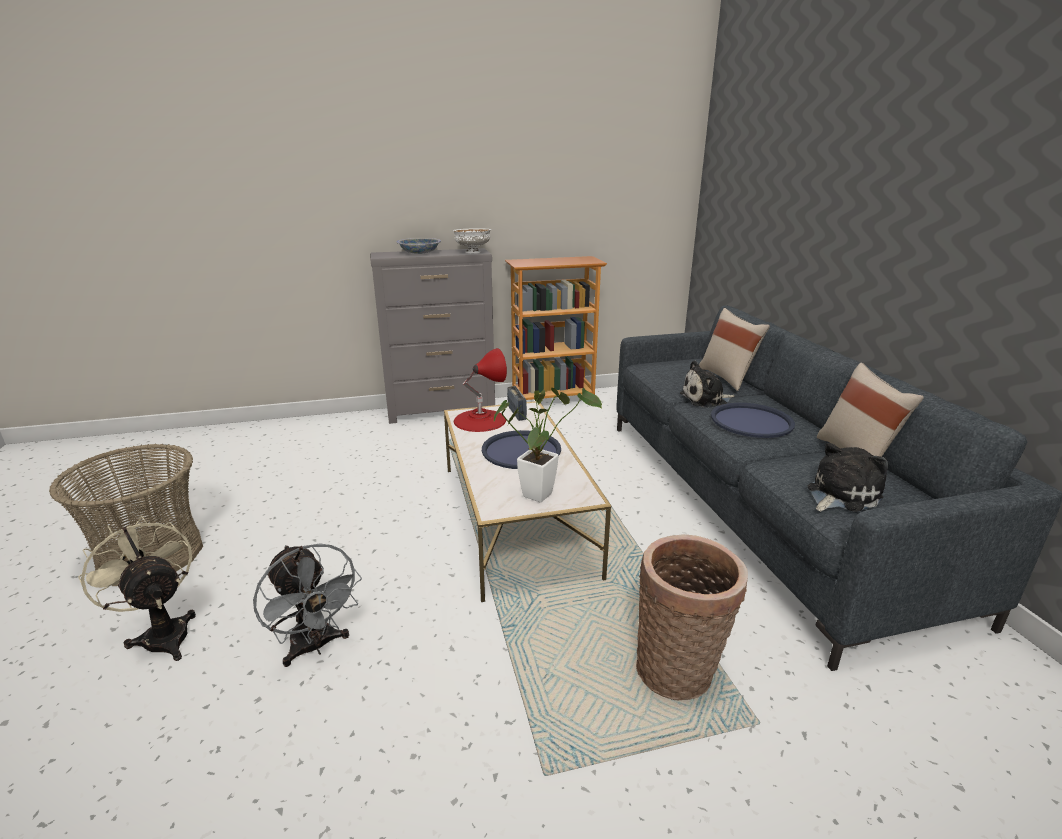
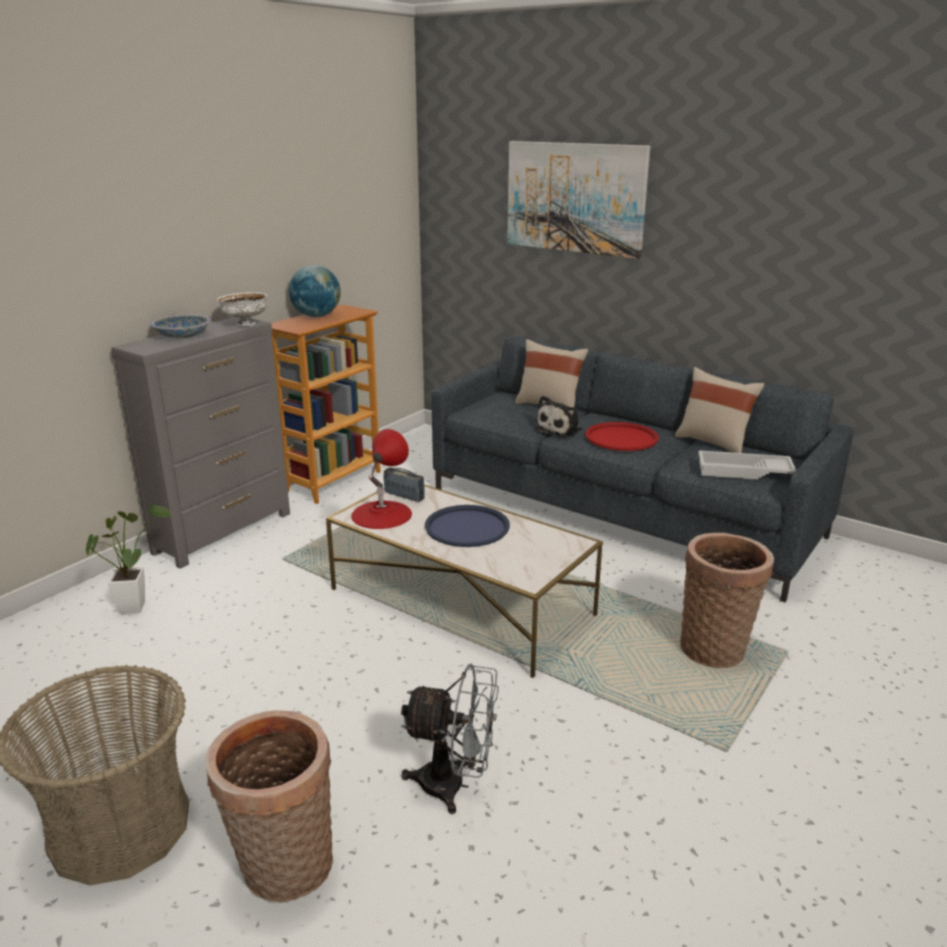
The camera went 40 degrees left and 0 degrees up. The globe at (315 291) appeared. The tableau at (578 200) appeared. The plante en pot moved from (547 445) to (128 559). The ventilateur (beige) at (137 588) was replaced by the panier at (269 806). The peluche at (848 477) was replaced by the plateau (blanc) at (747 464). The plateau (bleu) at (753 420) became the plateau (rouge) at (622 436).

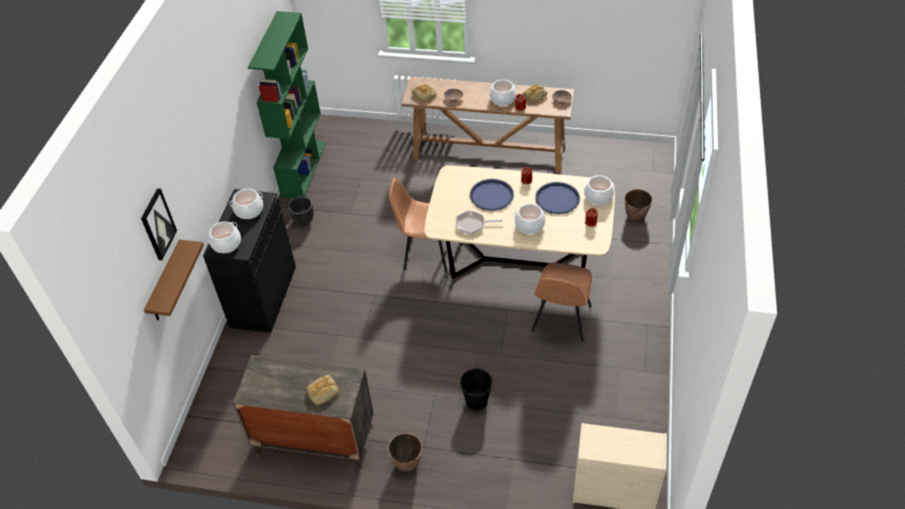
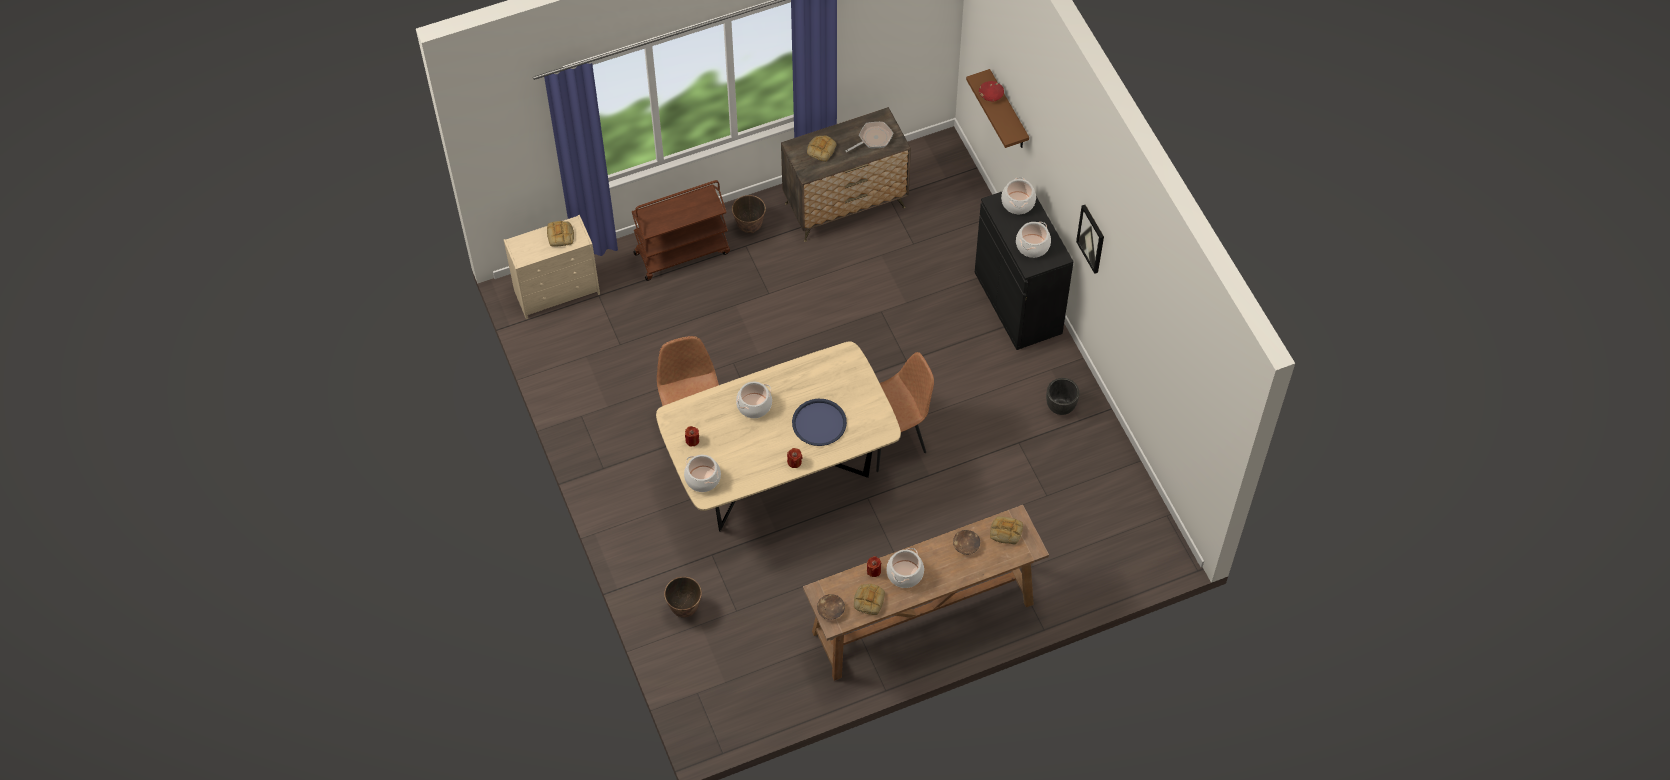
The camera went 145 degrees right and 10 degrees up. The bibliothèque (vert) at (287 104) disappeared. The seau (noir) at (476 389) disappeared. The plateau (bleu) at (557 198) disappeared. The pain at (560 234) appeared. The chariot (marron) at (681 230) appeared. The bol (rouge) at (991 91) appeared. The tableau moved from (159 224) to (1090 239). The poêle moved from (479 222) to (869 137).

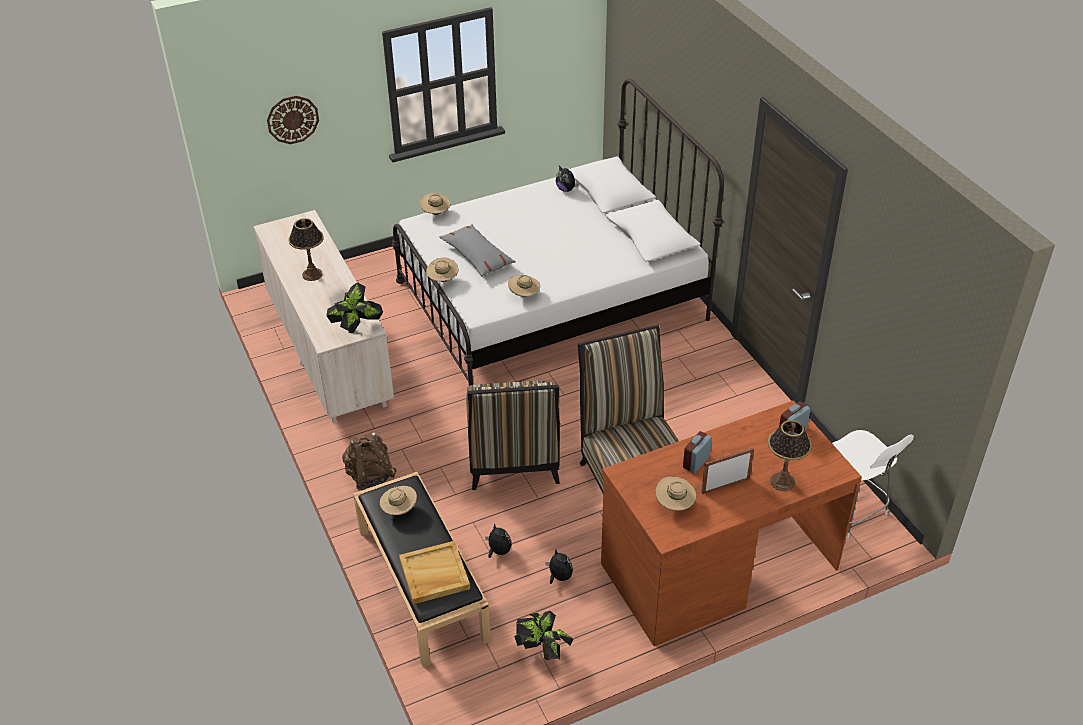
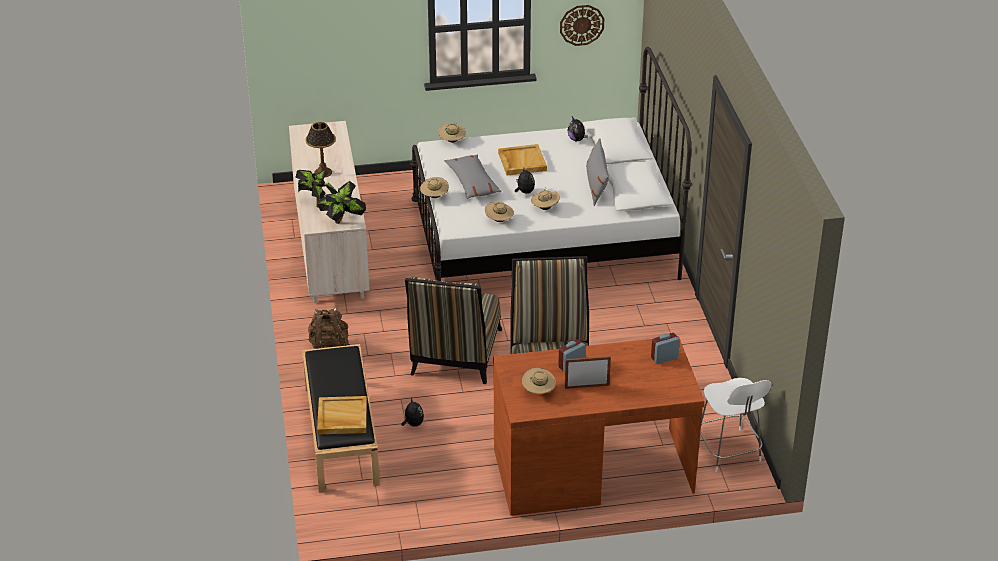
The camera went 15 degrees right and 5 degrees down. The lampe de table at (790 455) disappeared. The plateau (beige) at (522 160) appeared. The coussin (gris) at (597 172) appeared. The horloge murale moved from (293 120) to (582 25). The chapeau (beige) moved from (398 500) to (545 199). The plante en pot moved from (544 635) to (316 188). The peluche moved from (559 567) to (525 180).

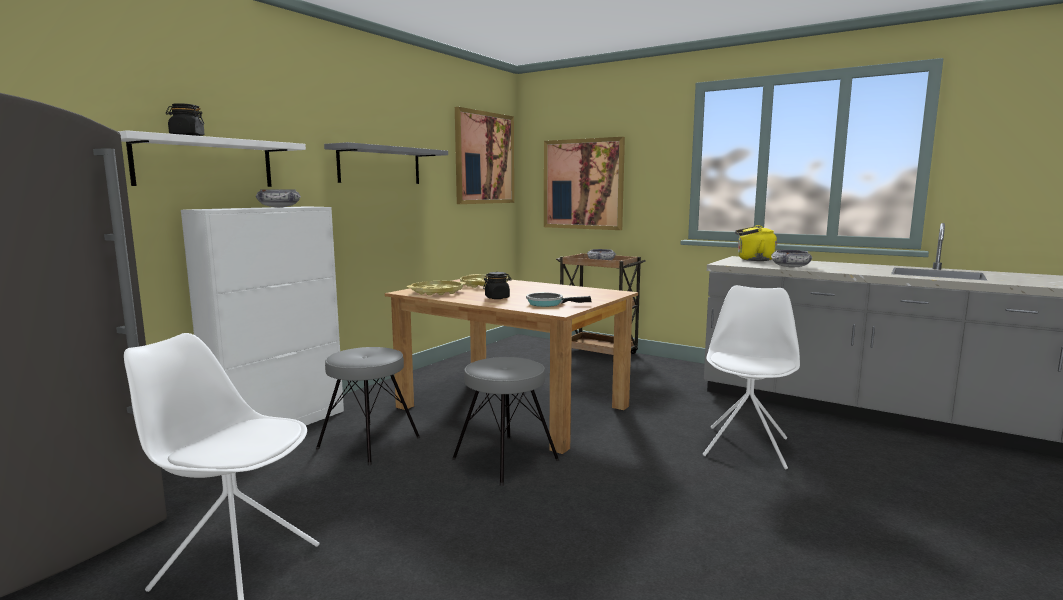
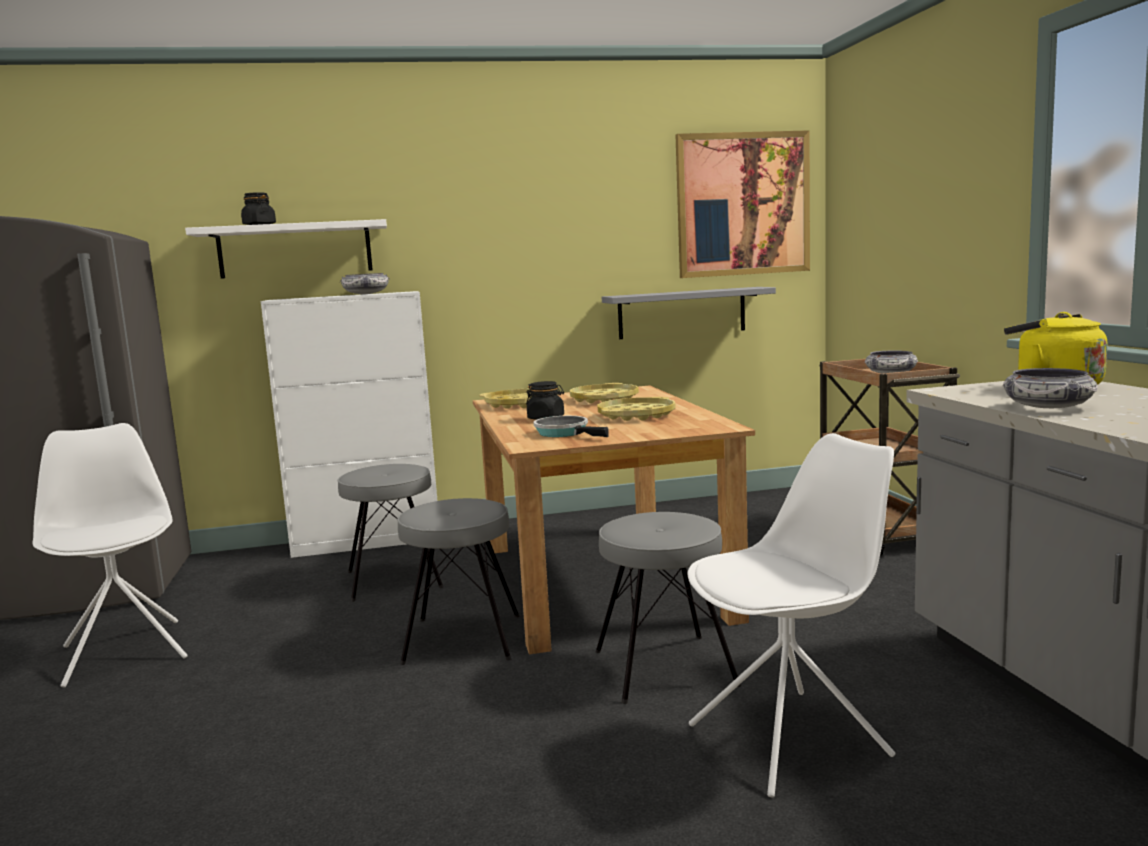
The camera went 45 degrees right and 0 degrees up. The tableau at (584 183) disappeared. The tabouret (gris) at (668 608) appeared. The plateau (jaune) at (636 409) appeared. The étagère (gris) moved from (386 163) to (689 313).

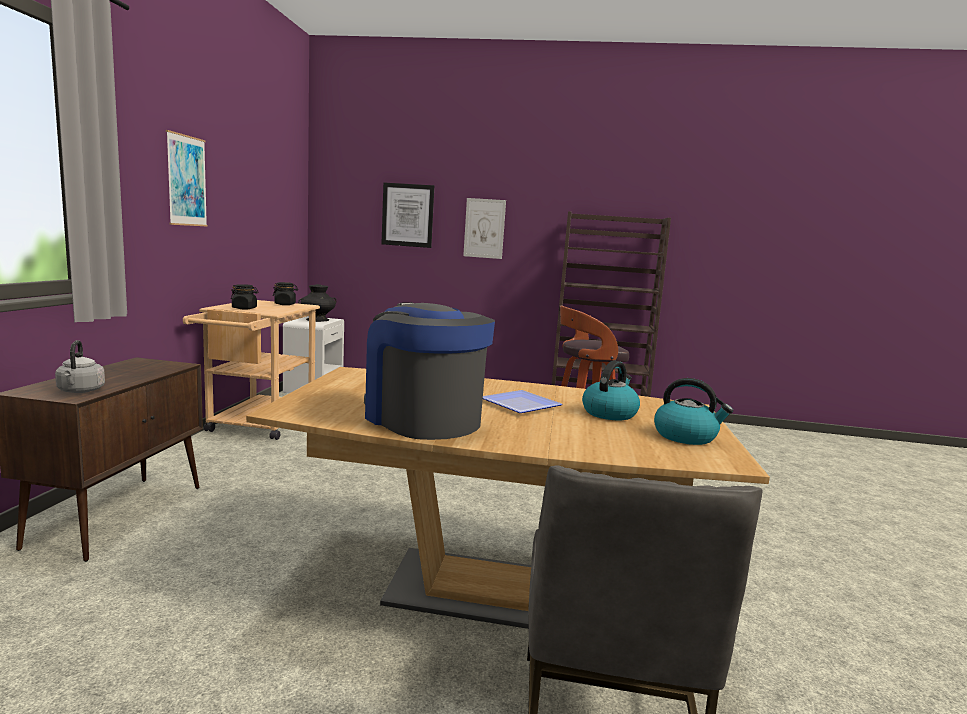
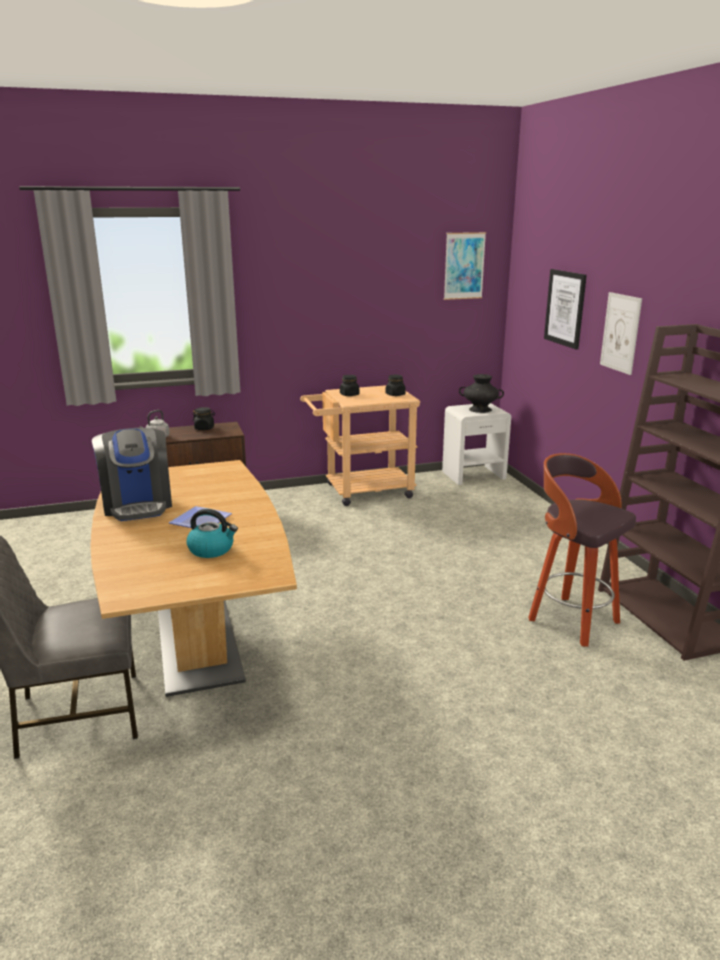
The camera went 65 degrees right and 10 degrees up. The bouilloire at (693 411) disappeared. The bocal (noir) at (204 418) appeared. The tableau moved from (187 178) to (465 266). The machine à café at (429 371) turned 135 degrees clockwise.

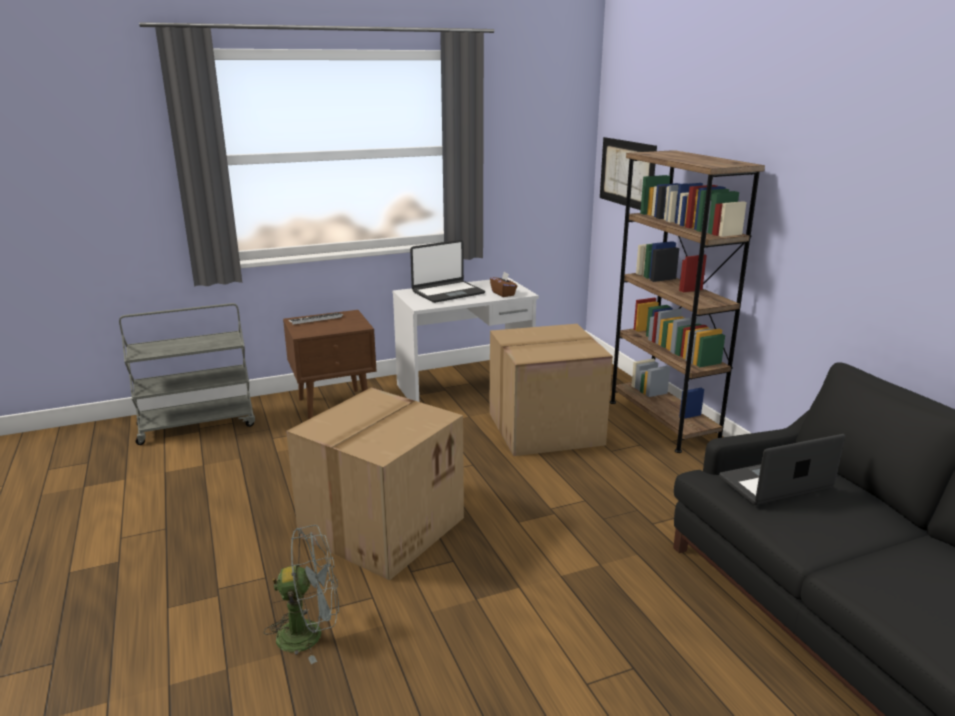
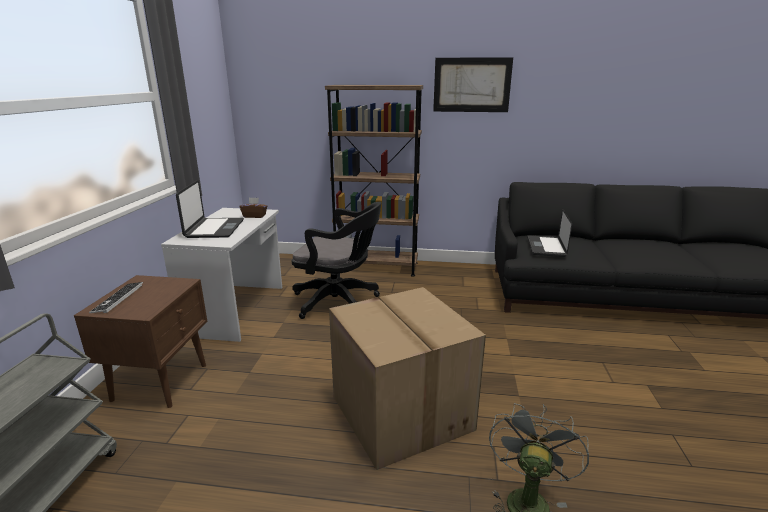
The camera went 60 degrees left and 0 degrees up. The tableau moved from (628 173) to (473 84). The carton at (551 390) was replaced by the chaise de bureau (noir) at (336 260).

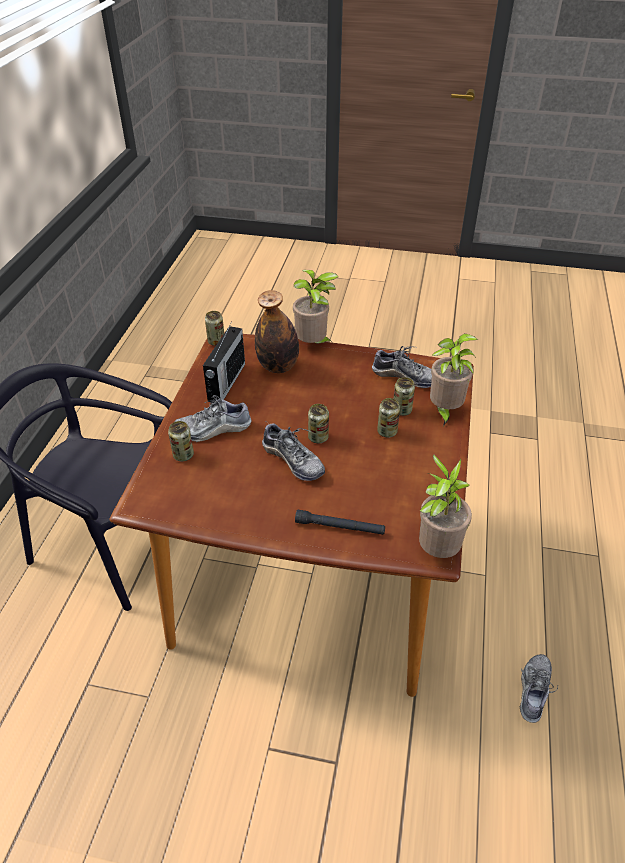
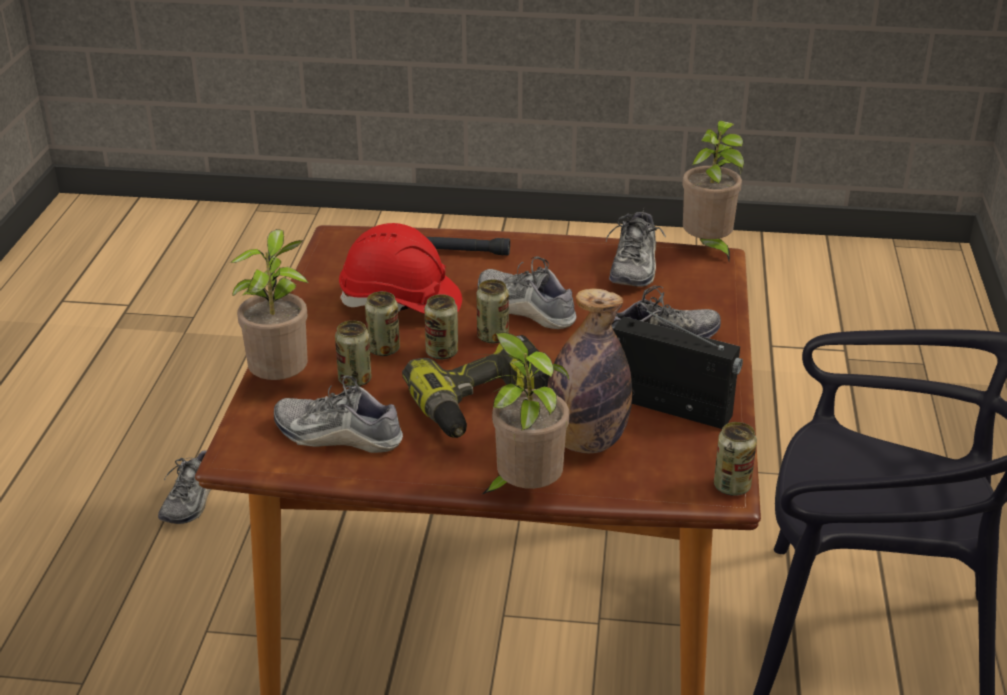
The camera went 175 degrees right and 10 degrees down. The casque de chantier (rouge) at (400 268) appeared. The perceuse at (475 386) appeared. The chaussure at (636 248) appeared. The boîte métallique moved from (181 441) to (441 326). The plante en pot moved from (445 506) to (713 191). The radio at (224 362) turned 105 degrees clockwise.

